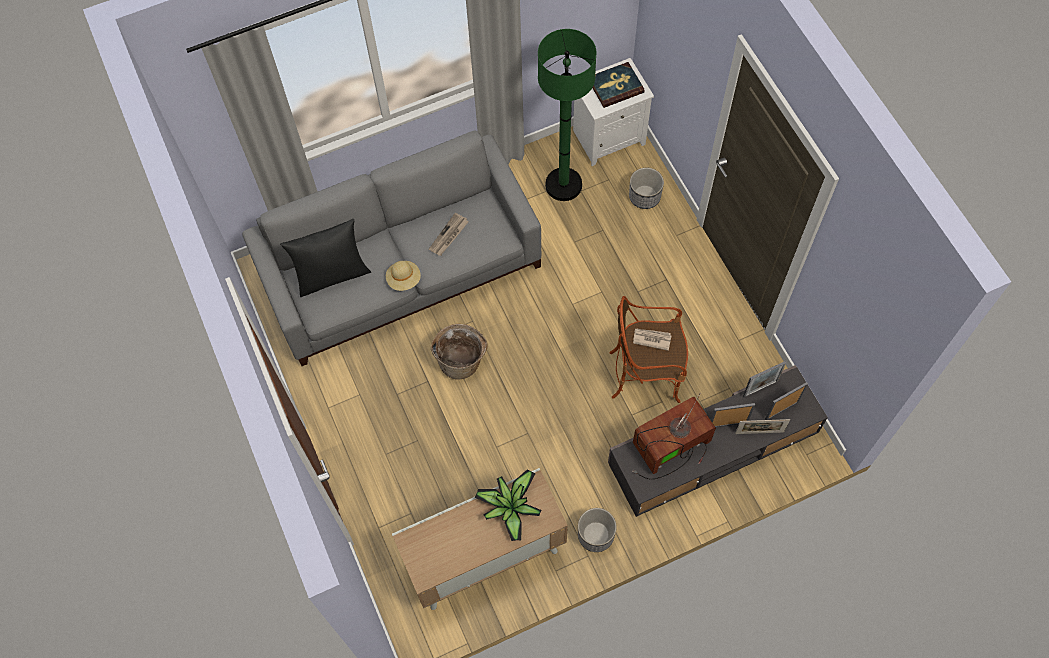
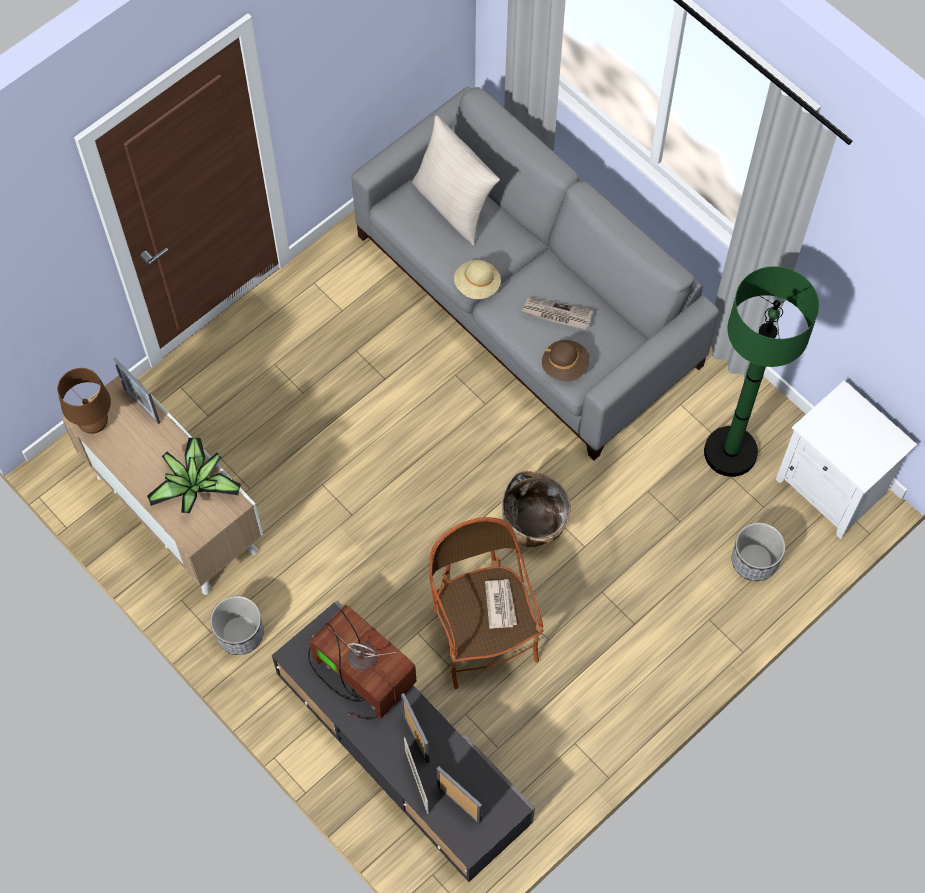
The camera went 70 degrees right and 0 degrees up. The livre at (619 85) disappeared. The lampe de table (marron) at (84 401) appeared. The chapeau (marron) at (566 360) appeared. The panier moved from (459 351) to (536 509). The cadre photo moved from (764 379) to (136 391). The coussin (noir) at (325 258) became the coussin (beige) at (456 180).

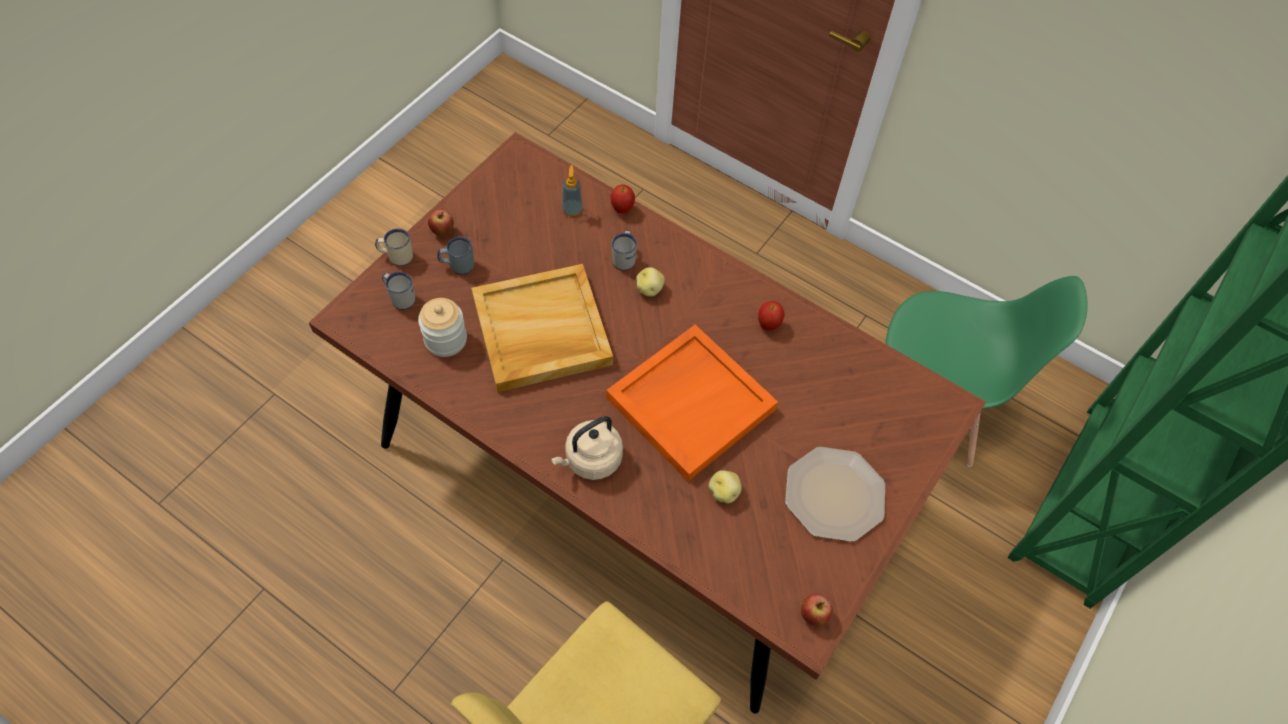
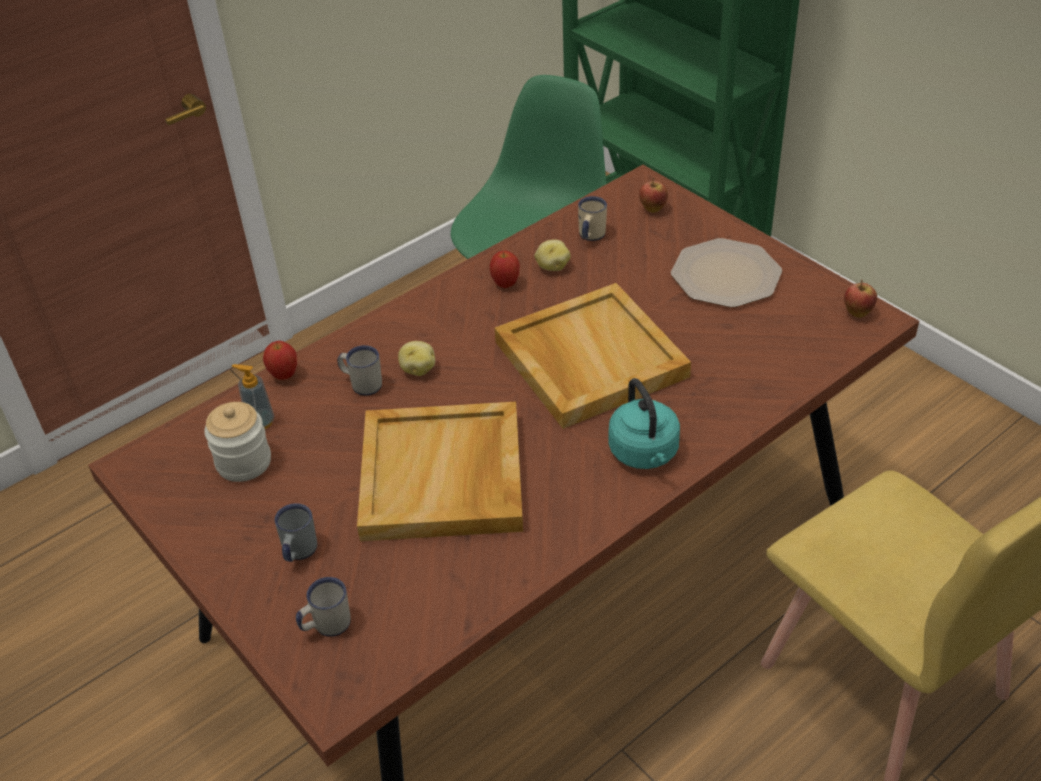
The camera went 70 degrees left and 15 degrees down. The mug (beige) moved from (394 247) to (592 218). The bocal moved from (442 327) to (237 442). The pomme moved from (441 223) to (653 195). The pomme de terre moved from (725 486) to (553 255). The bouilloire (beige) at (587 448) became the bouilloire (turquoise) at (644 423). The plateau (orange) at (692 403) became the plateau (beige) at (593 356).

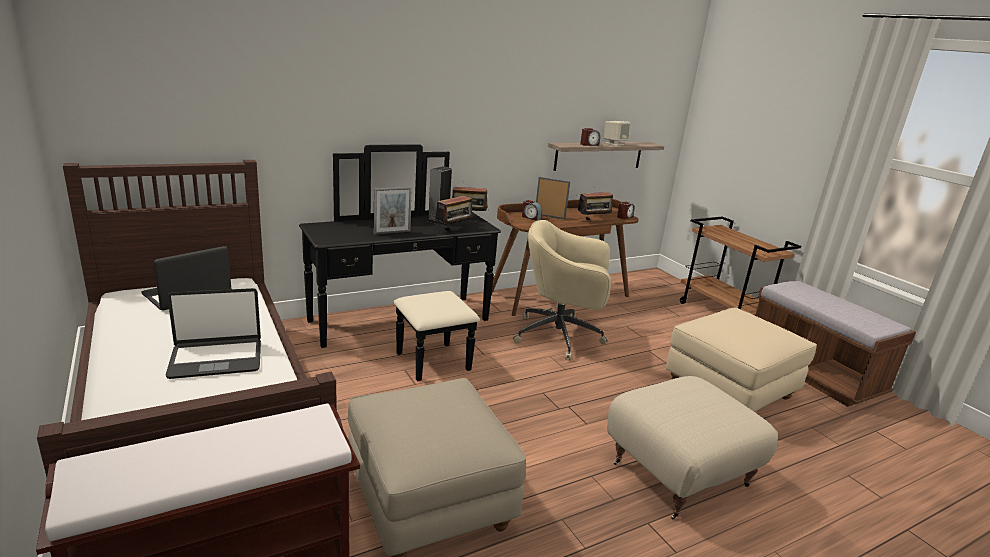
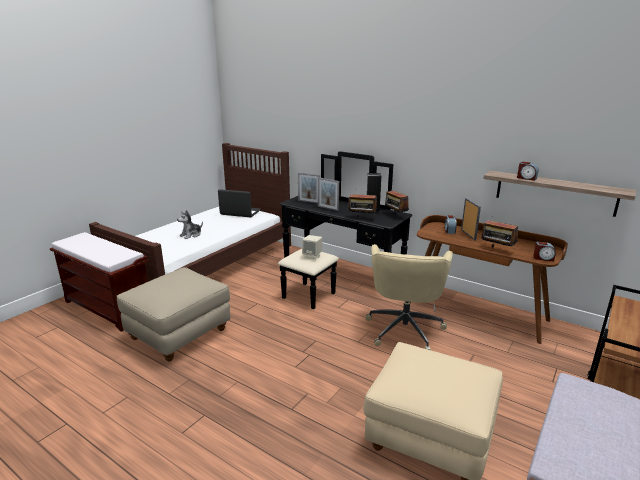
The camera went 65 degrees right and 0 degrees up. The pouf (beige) at (692 448) disappeared. The cadre photo at (309 188) appeared. The enceinte (beige) moved from (617 133) to (312 247). The ordinateur portable at (213 333) was replaced by the peluche at (190 224). The chaise de bureau (beige) at (562 290) turned 150 degrees counterclockwise.

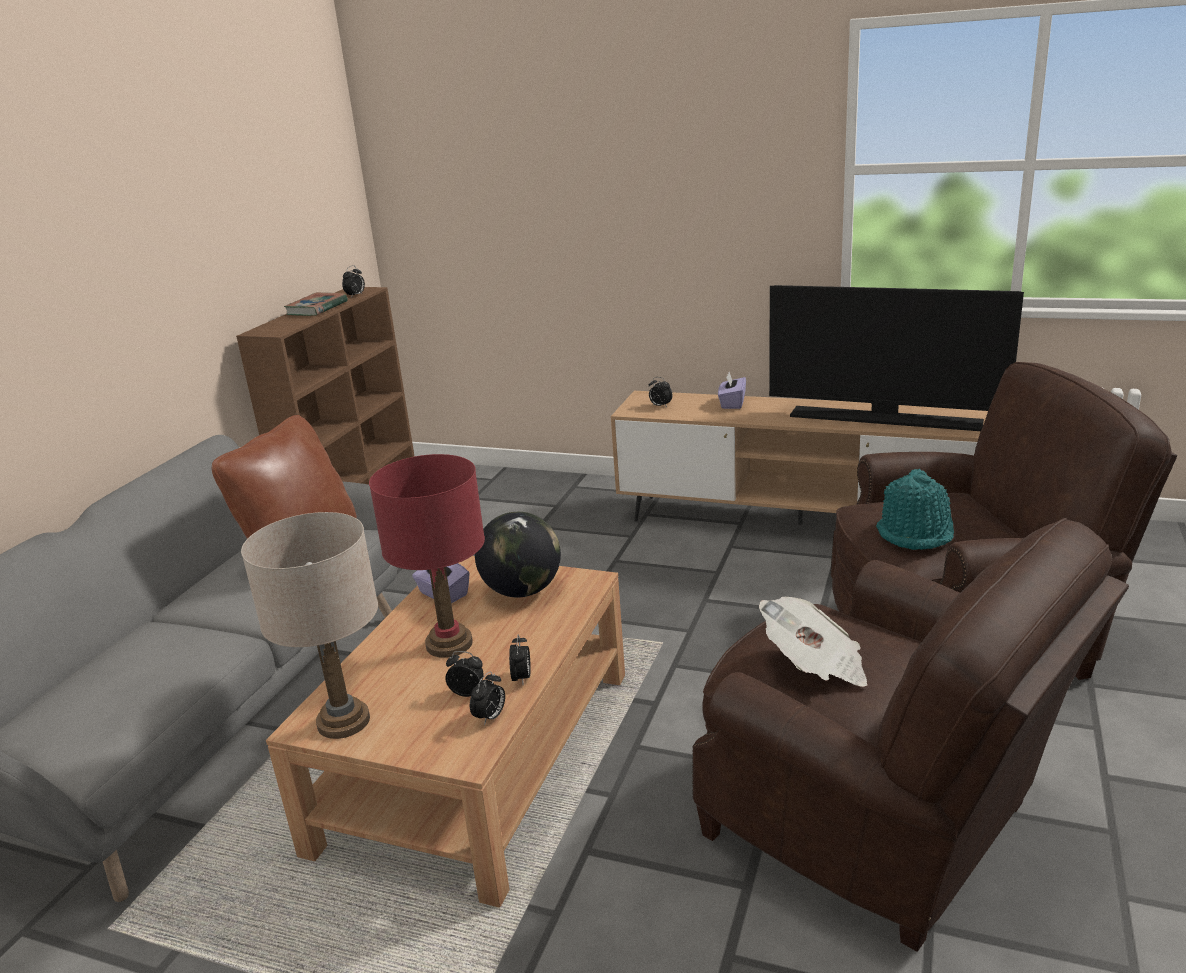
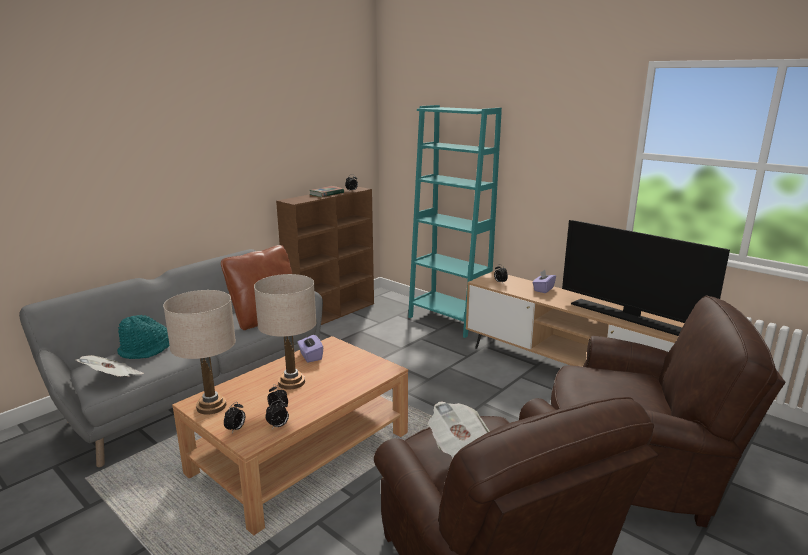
The camera went 20 degrees right and 5 degrees down. The globe at (518 554) disappeared. The journal at (110 366) appeared. The bibliothèque (turquoise) at (455 221) appeared. The réveil moved from (520 659) to (234 418). The chapeau (turquoise) moved from (915 509) to (143 337). The lampe de table (rouge) at (427 556) became the lampe de table (beige) at (285 331).

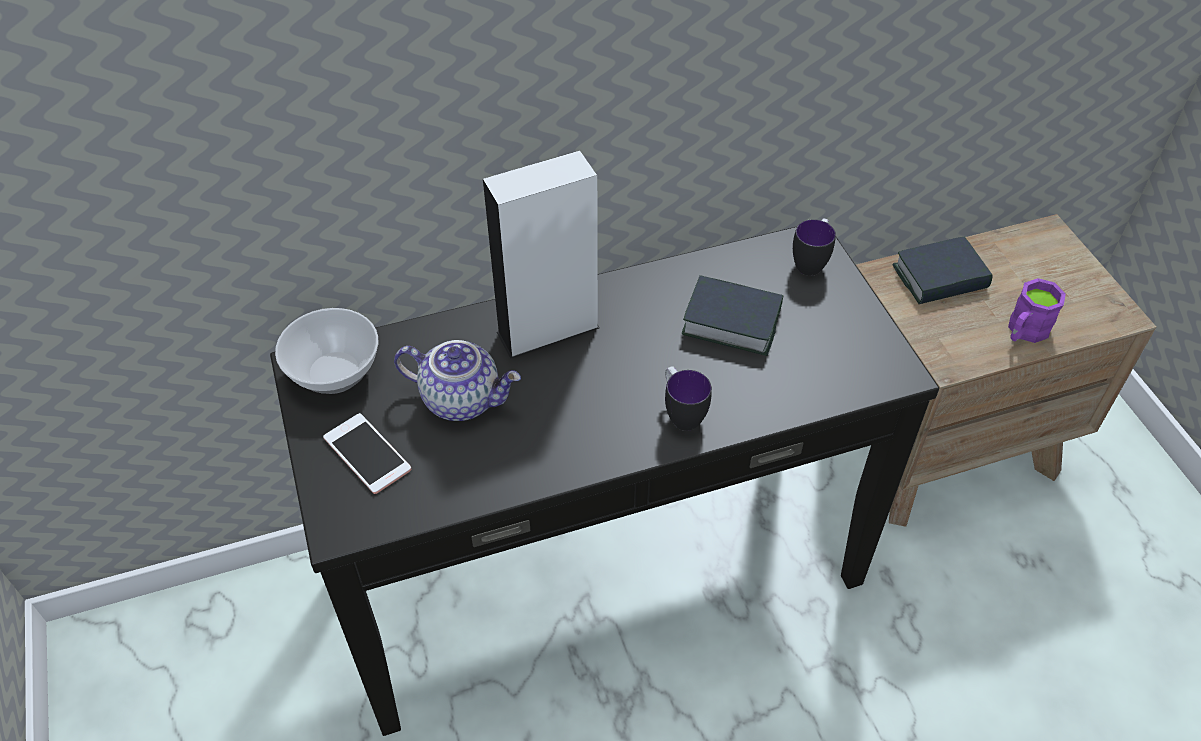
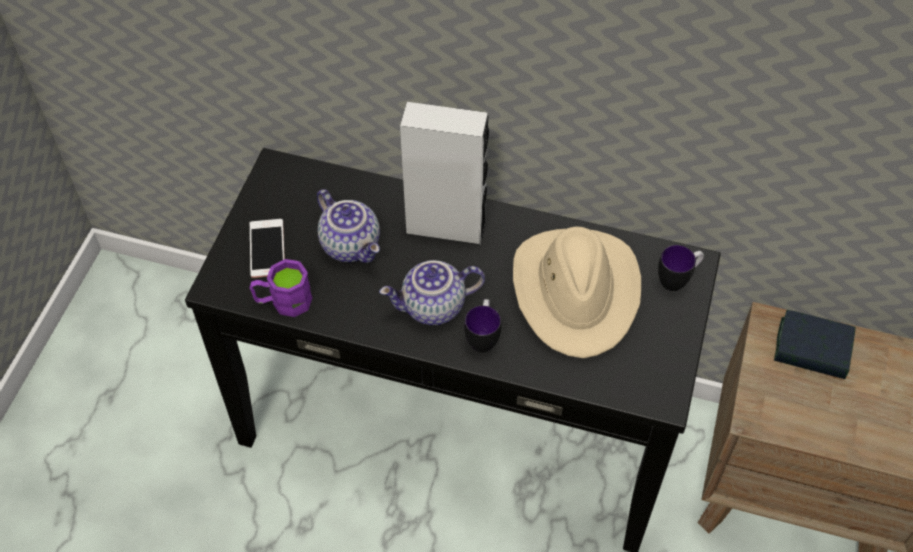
The camera went 35 degrees right and 5 degrees up. The bol at (326 351) disappeared. The théière at (432 292) appeared. The mug (violet) moved from (1037 310) to (281 288). The livre at (732 315) was replaced by the chapeau (beige) at (577 292).

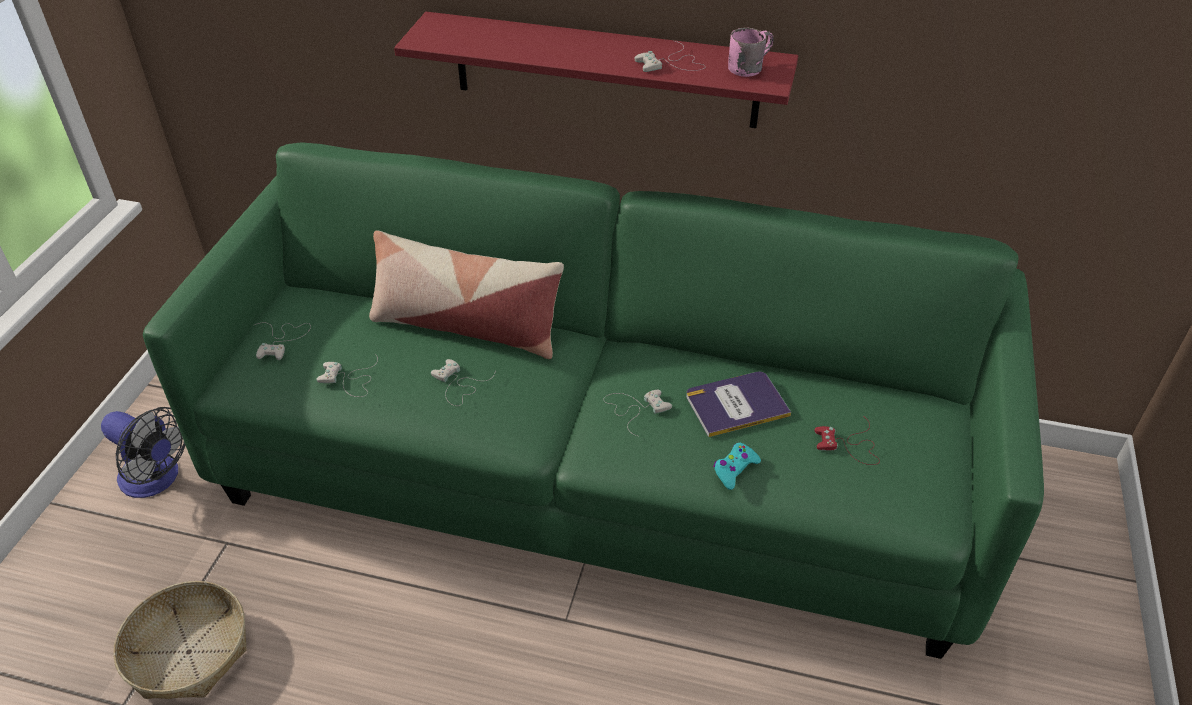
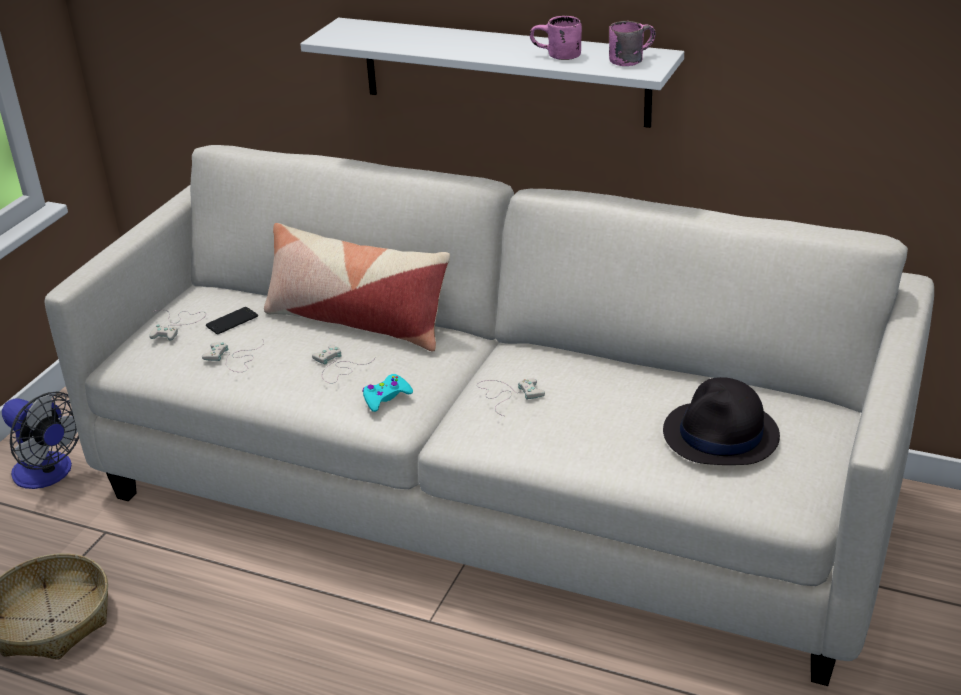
The camera went 10 degrees right and 10 degrees down. The livre at (738 404) disappeared. The téléphone at (232 320) appeared. The manette (turquoise) moved from (737 466) to (388 393). The manette (blanc) at (669 56) was replaced by the mug (rose) at (556 38). The manette (rouge) at (847 440) was replaced by the chapeau (noir) at (721 421). The canapé (vert) at (593 401) became the canapé (blanc) at (489 415). The étagère (rouge) at (596 70) became the étagère (blanc) at (492 73).

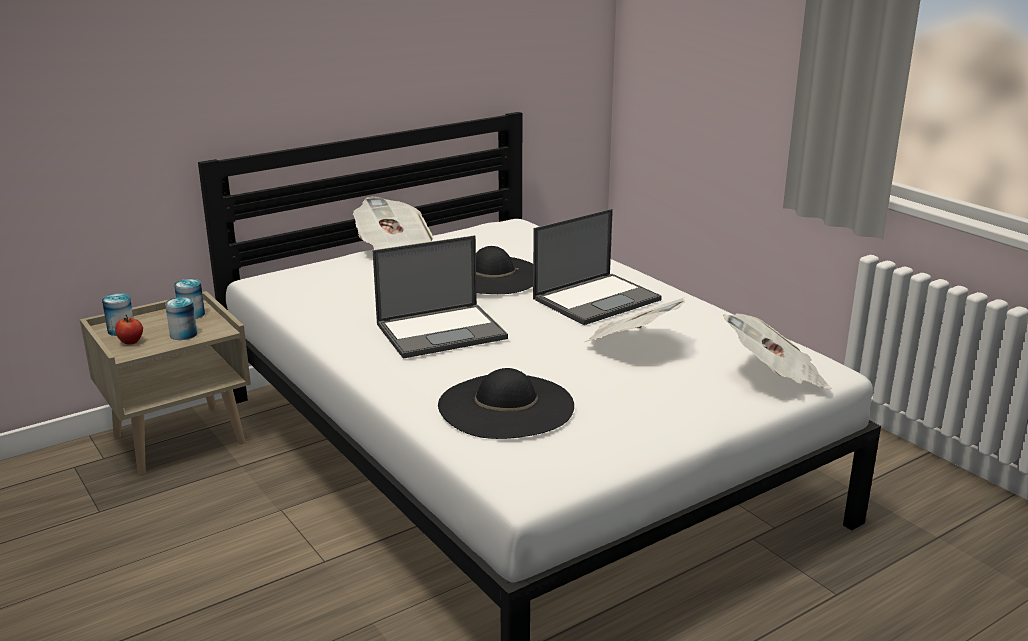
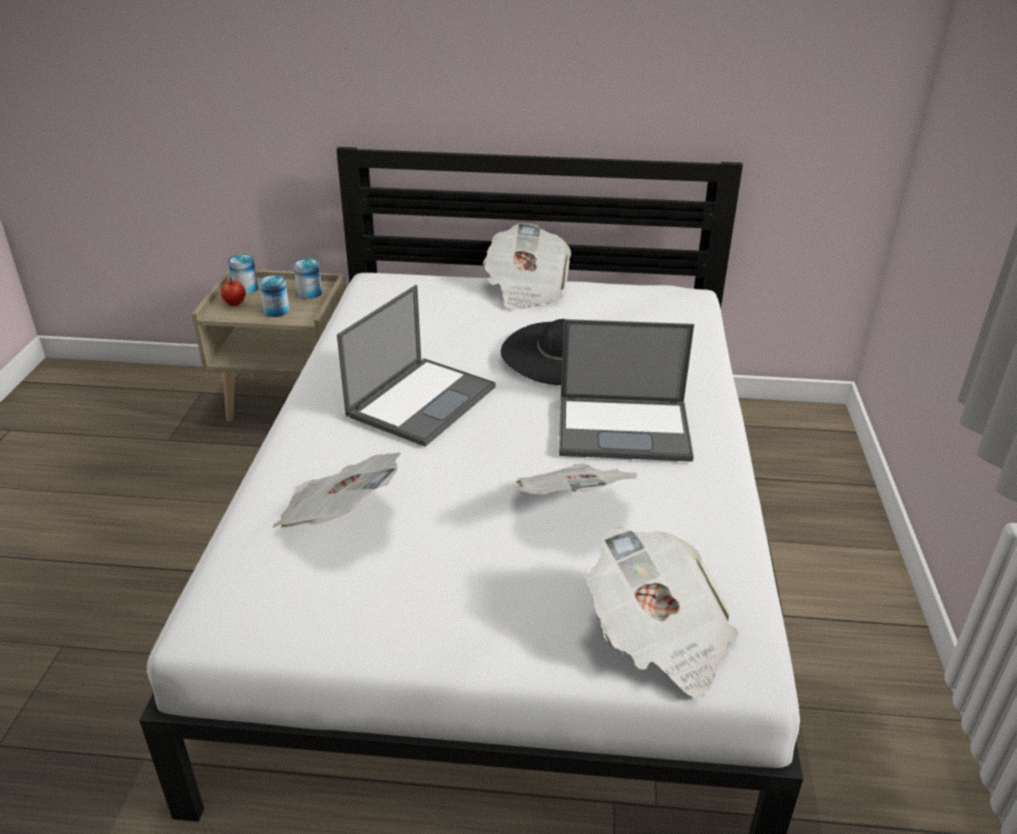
The camera went 40 degrees right and 10 degrees up. The chapeau (noir) at (506 403) was replaced by the journal at (337 490). The ordinateur portable at (440 297) turned 75 degrees counterclockwise.

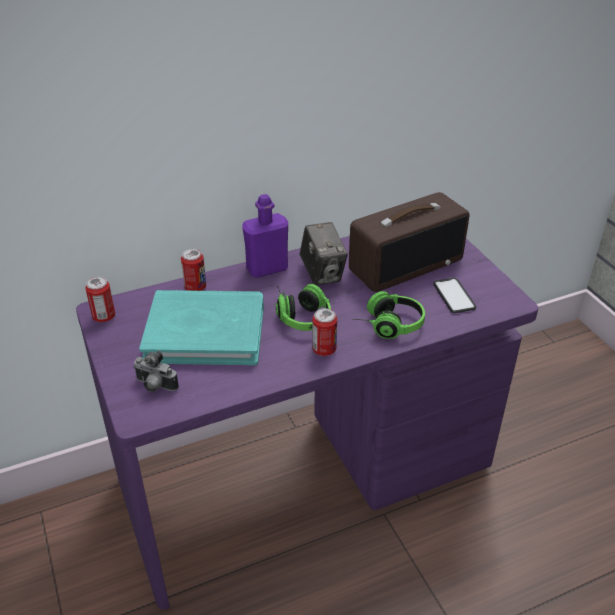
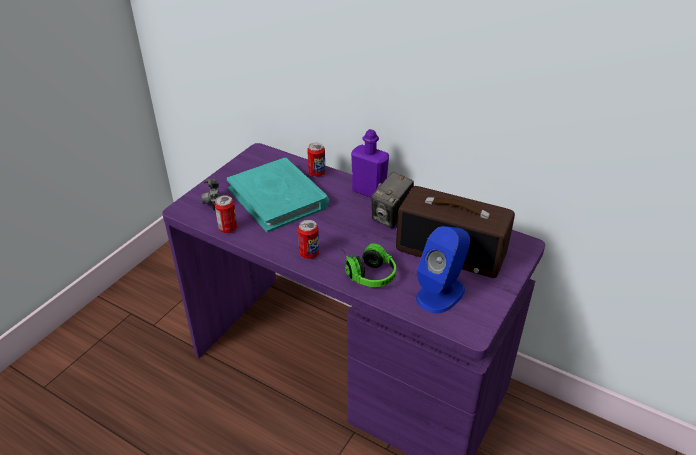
The camera went 55 degrees right and 0 degrees up. The casque audio at (303 307) disappeared. The boîte métallique moved from (100 299) to (225 214). The téléphone at (454 295) was replaced by the enceinte (bleu) at (443 269).

